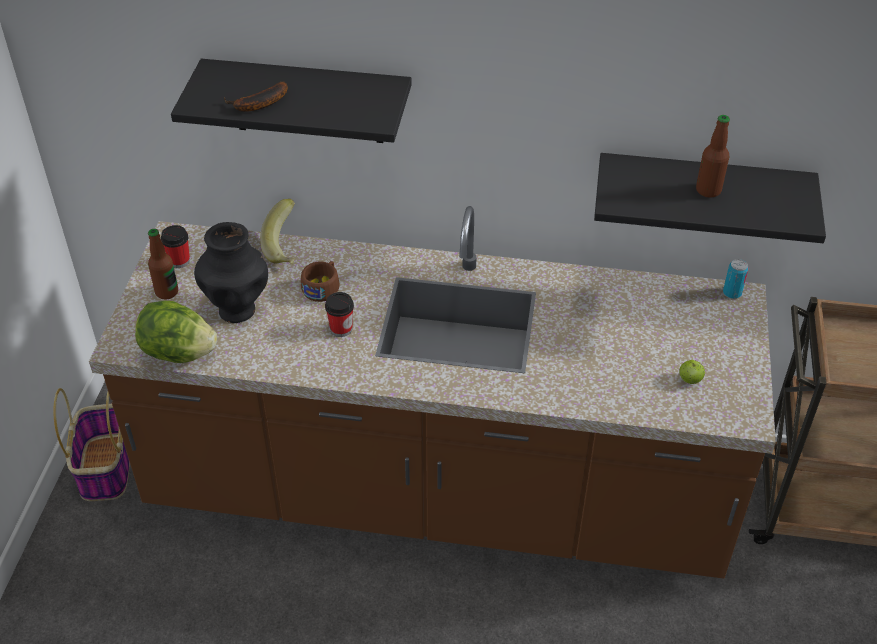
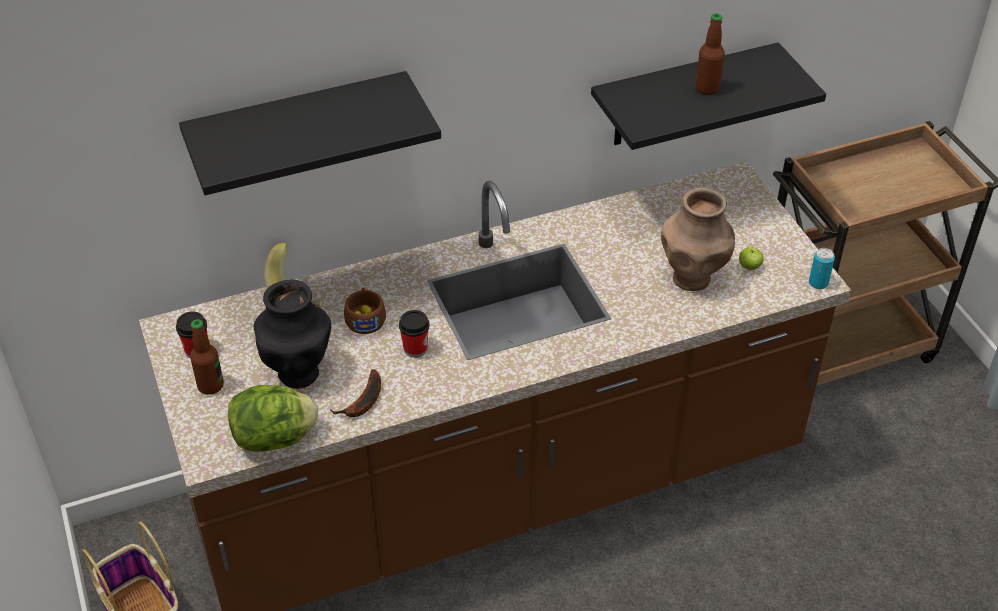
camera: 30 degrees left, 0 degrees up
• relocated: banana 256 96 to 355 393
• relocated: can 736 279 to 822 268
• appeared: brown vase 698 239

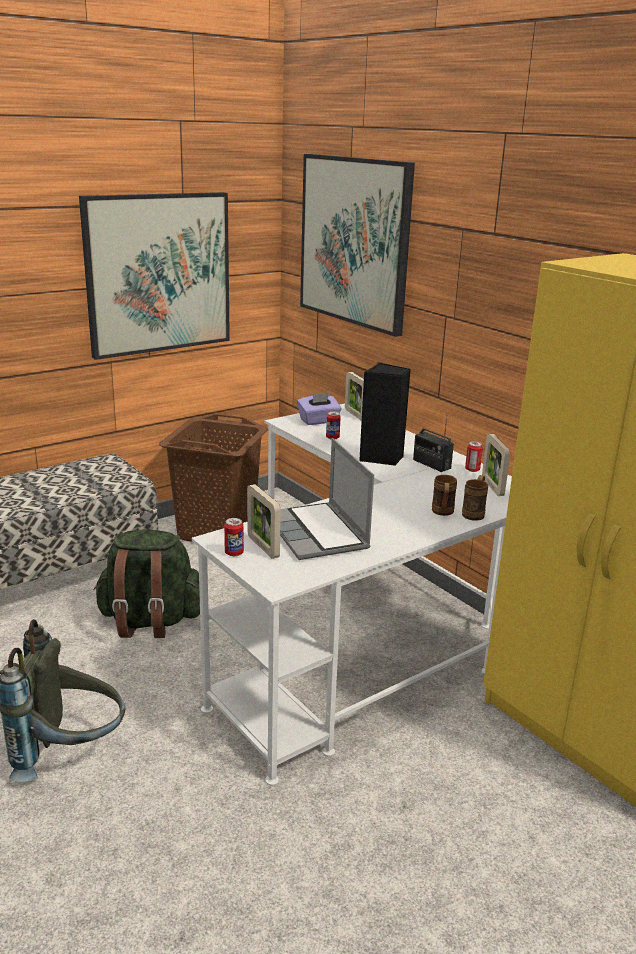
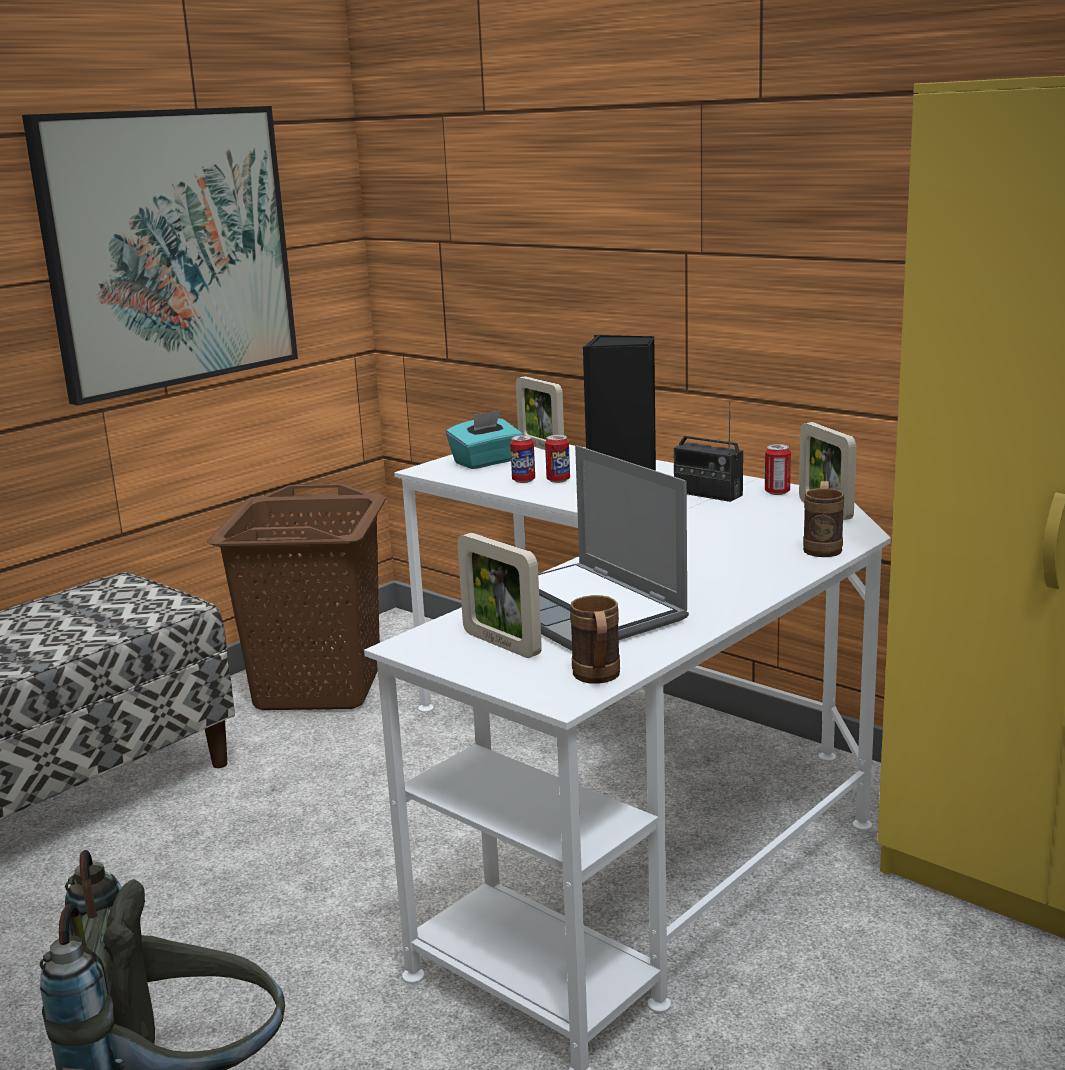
camera: 10 degrees left, 5 degrees down
• missing: green backpack 147 584
• relocated: can 234 537 to 557 459
• colour: purple tissue box 319 409 to turquoise tissue box 484 439
• missing: picture 357 245
• relocated: brown mug 444 495 to 595 639

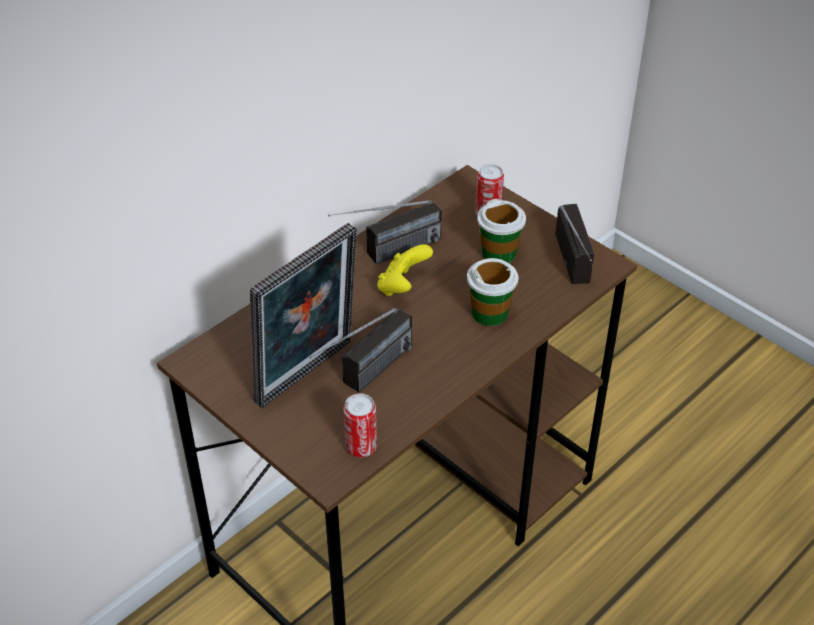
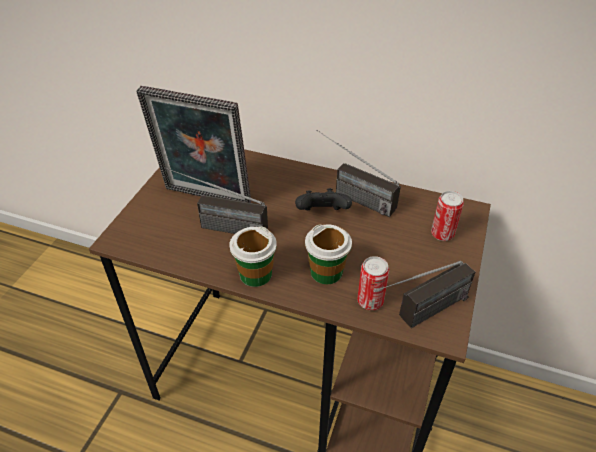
camera: 65 degrees right, 0 degrees up
• relocated: can 360 425 to 373 283
• colour: yellow game controller 405 270 to black game controller 323 199
• relocated: cup 501 231 to 253 257

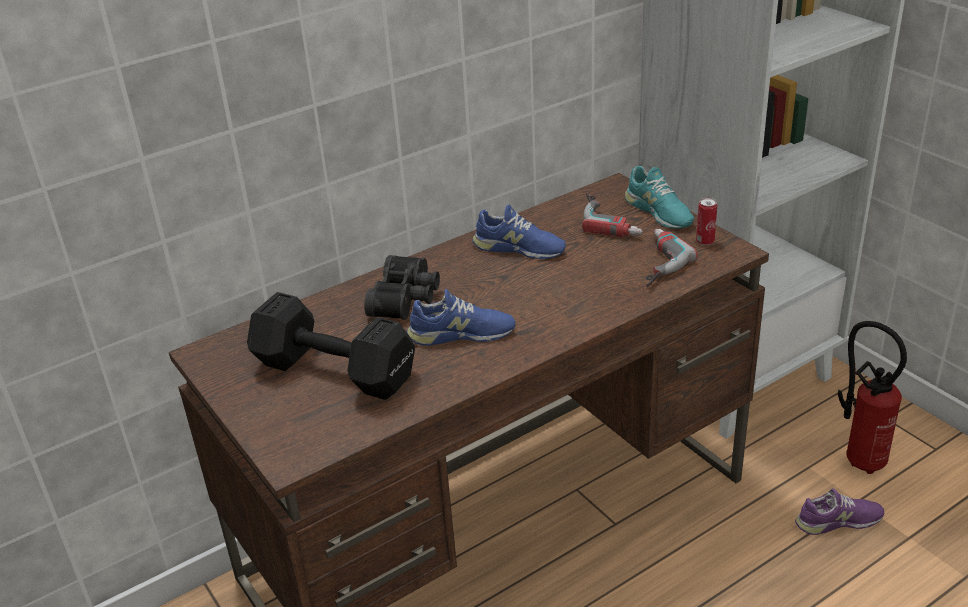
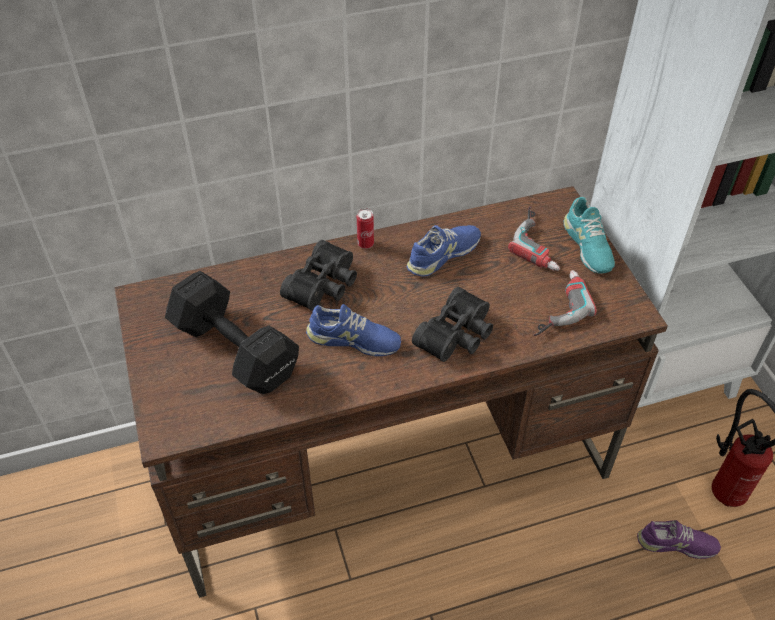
camera: 15 degrees right, 15 degrees up
• spun: blue shoe 519 231 = 444 251 75 degrees counterclockwise
• relocated: can 706 221 to 365 228
• appeared: black binoculars 452 324

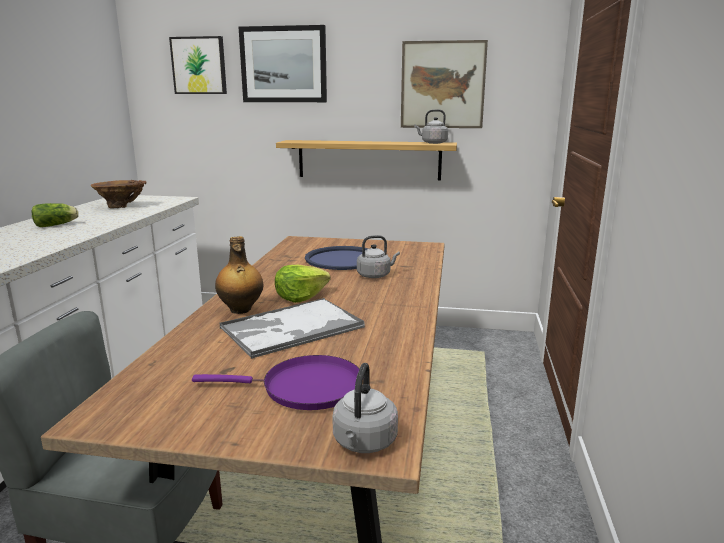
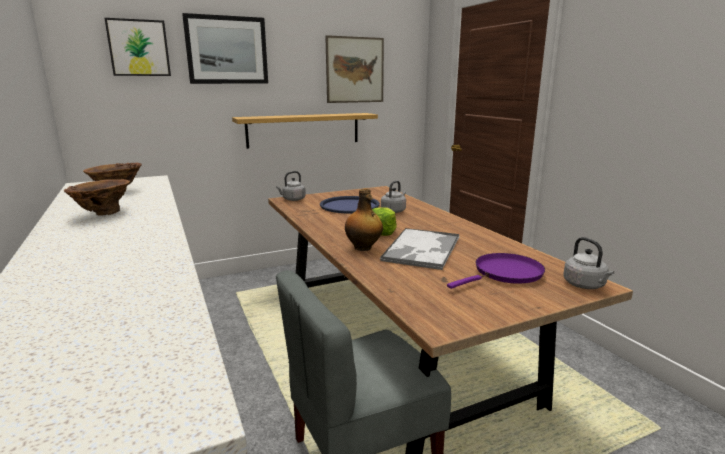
camera: 35 degrees left, 0 degrees up
• exchanged: lettuce 55 215 to brown vase 97 197
• relocated: grey kettle 431 126 to 291 186

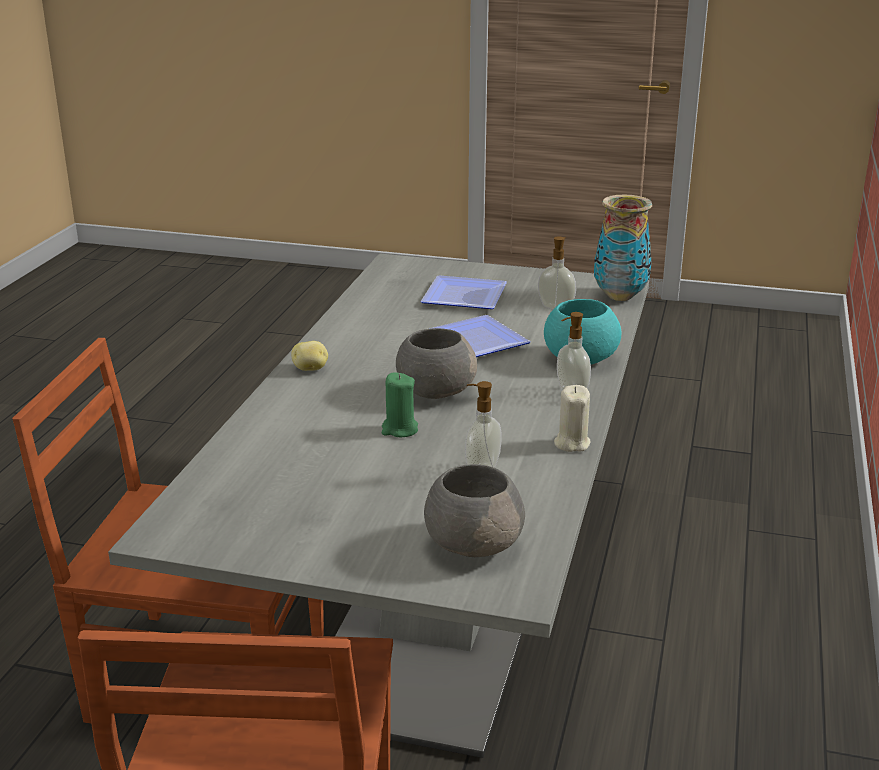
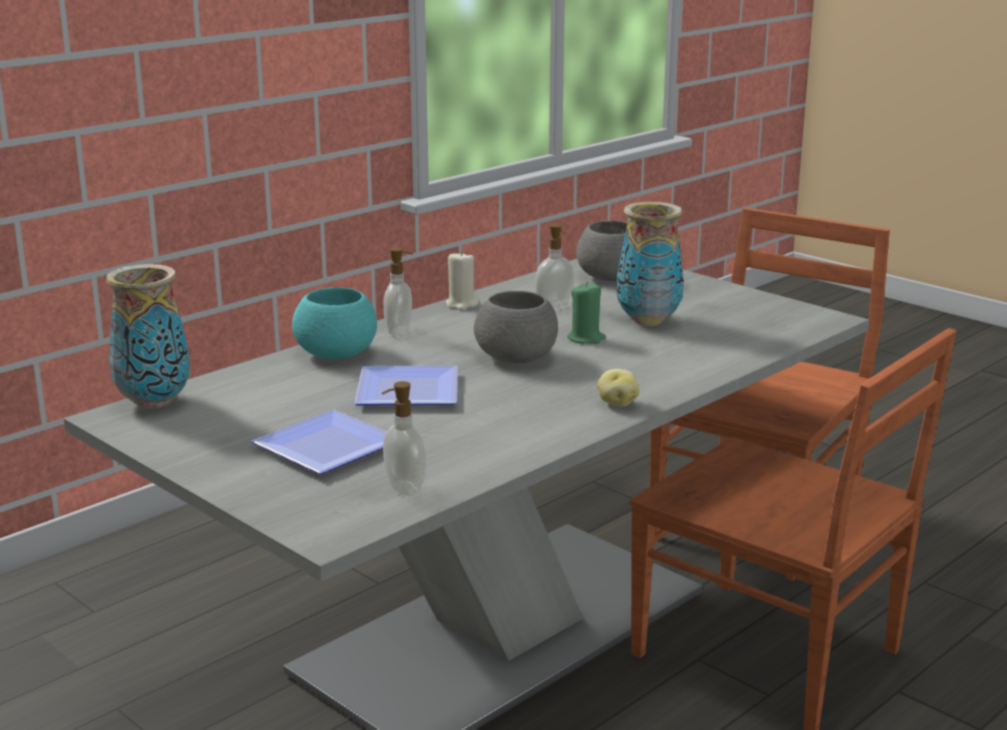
camera: 150 degrees left, 5 degrees down
• relocated: soap dispenser 557 273 to 404 438
• appeared: vase 650 264

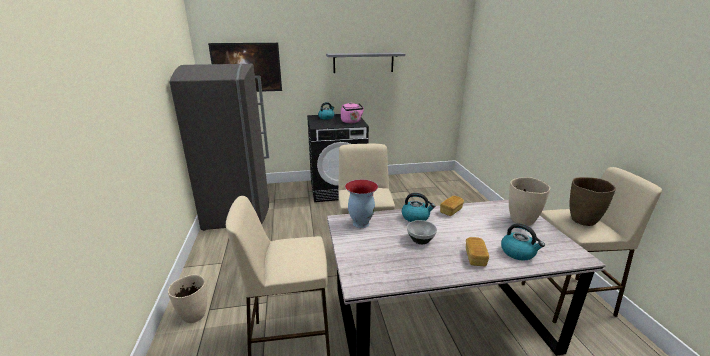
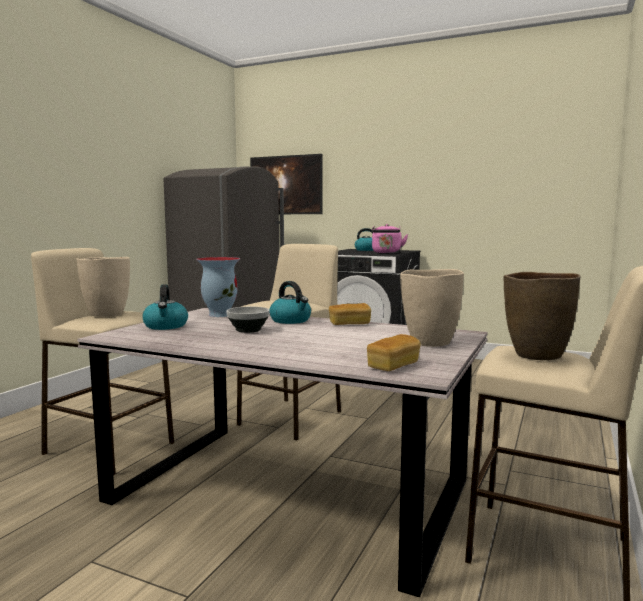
camera: 35 degrees right, 15 degrees down
• relocated: beige vase 187 298 to 103 287
• missing: grey shelf 365 63
• relocated: bread 477 251 to 394 352
• relocated: kettle 523 242 to 165 307

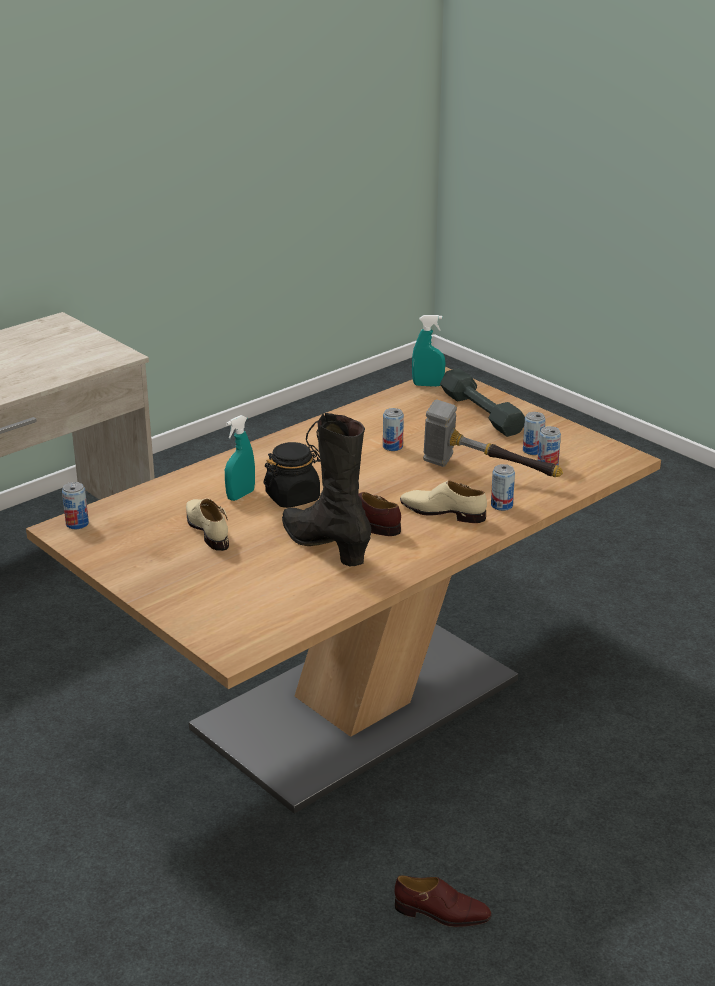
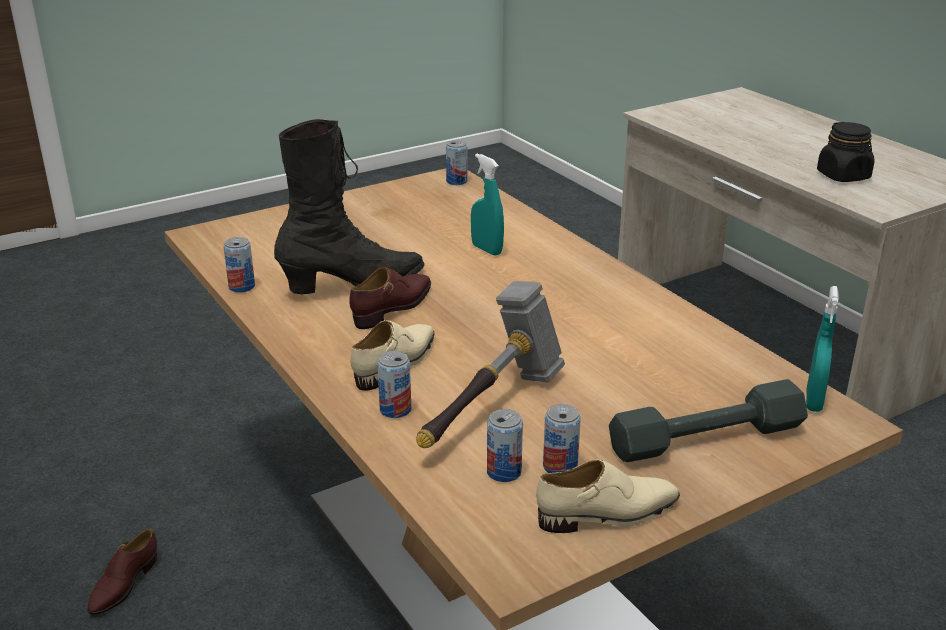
camera: 100 degrees right, 0 degrees up
• relocated: beige shoe 207 524 to 608 496
• relocated: black jar 291 475 to 845 152
• relocated: can 393 429 to 239 265

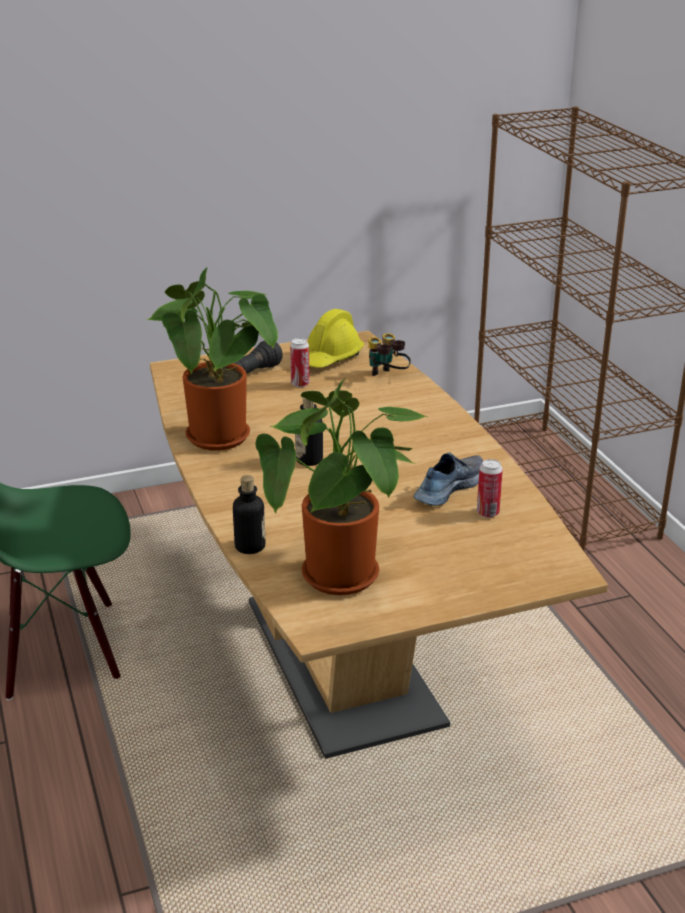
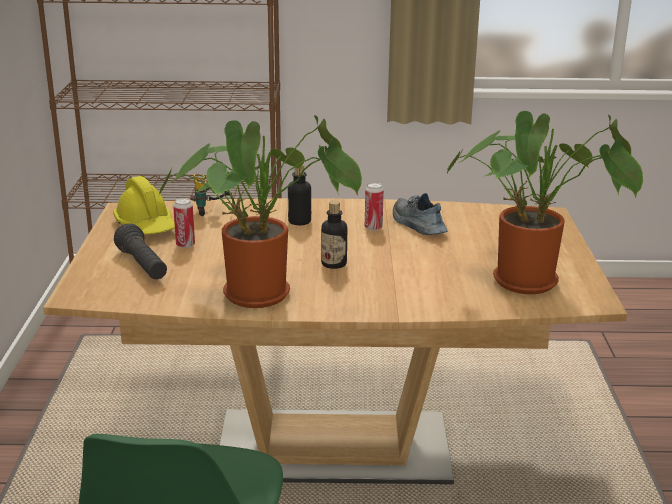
camera: 70 degrees left, 5 degrees down
• relocated: bottle 249 514 to 299 194
• relocated: can 490 488 to 374 207

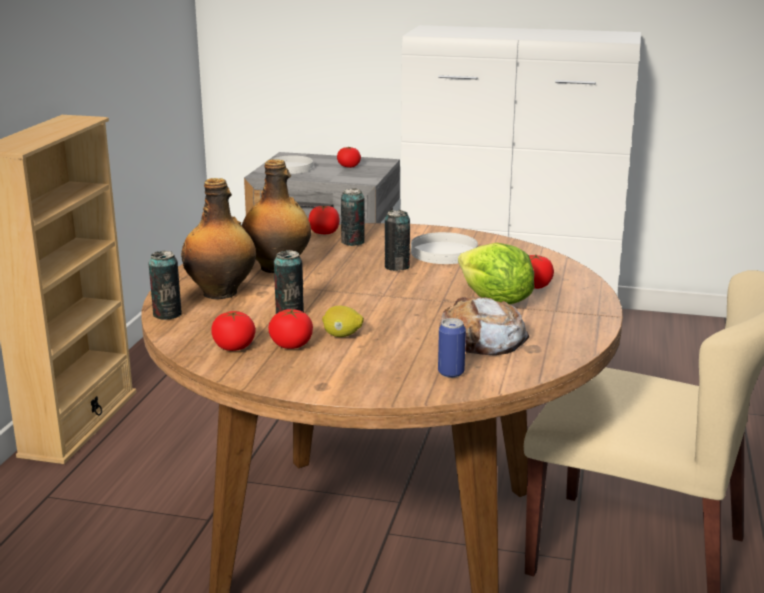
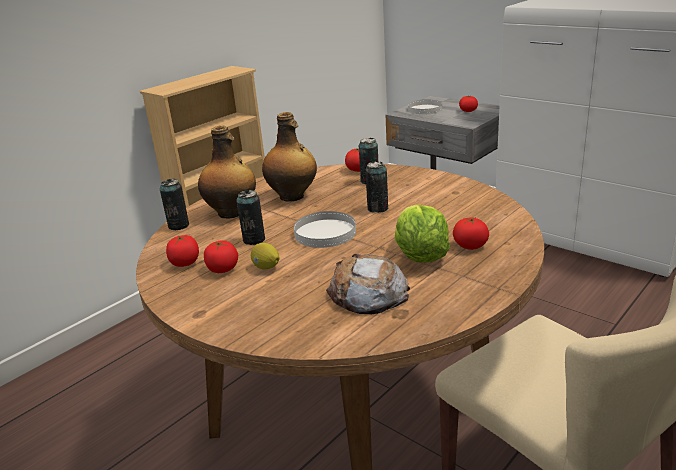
camera: 30 degrees right, 5 degrees up
• relocated: white plate 444 248 to 325 229
• missing: can 452 348

